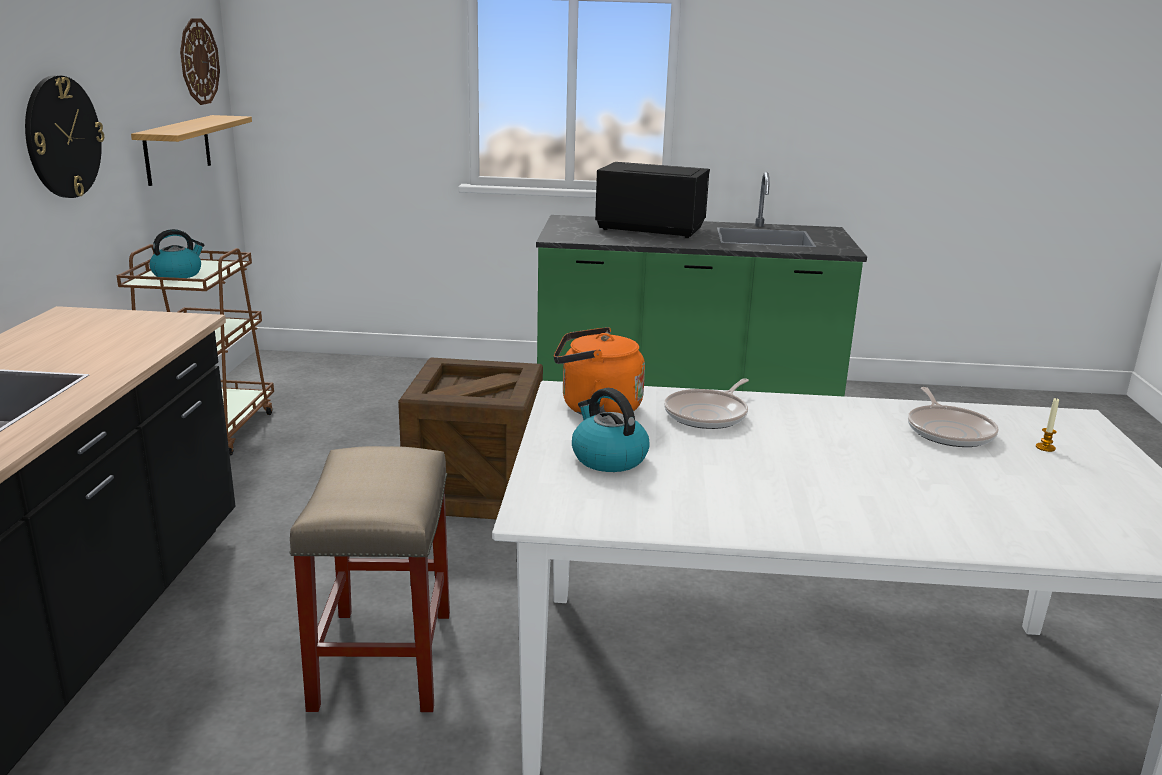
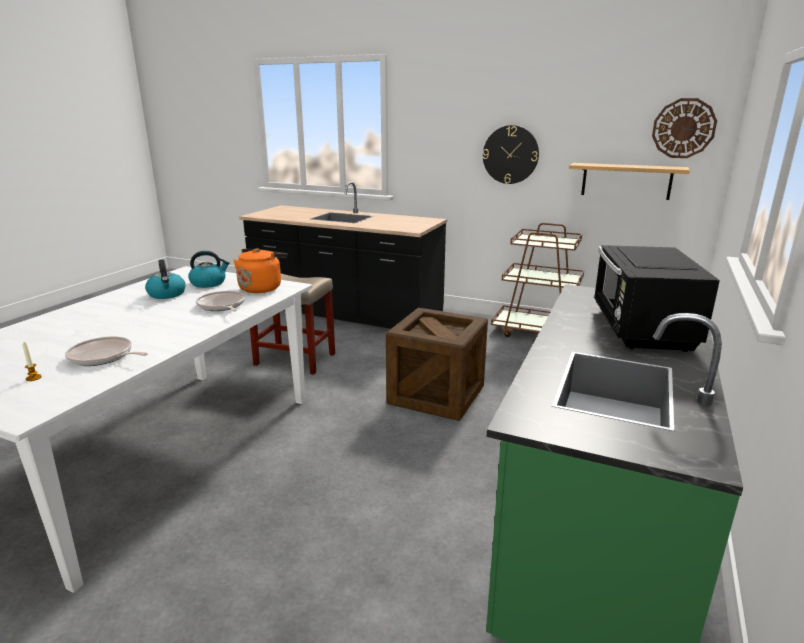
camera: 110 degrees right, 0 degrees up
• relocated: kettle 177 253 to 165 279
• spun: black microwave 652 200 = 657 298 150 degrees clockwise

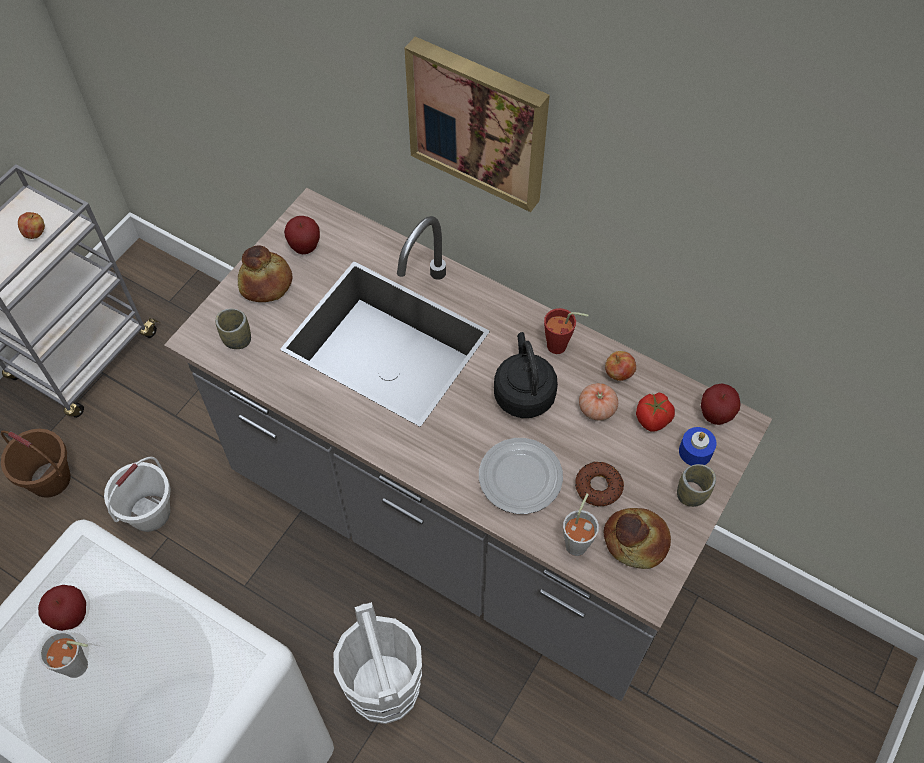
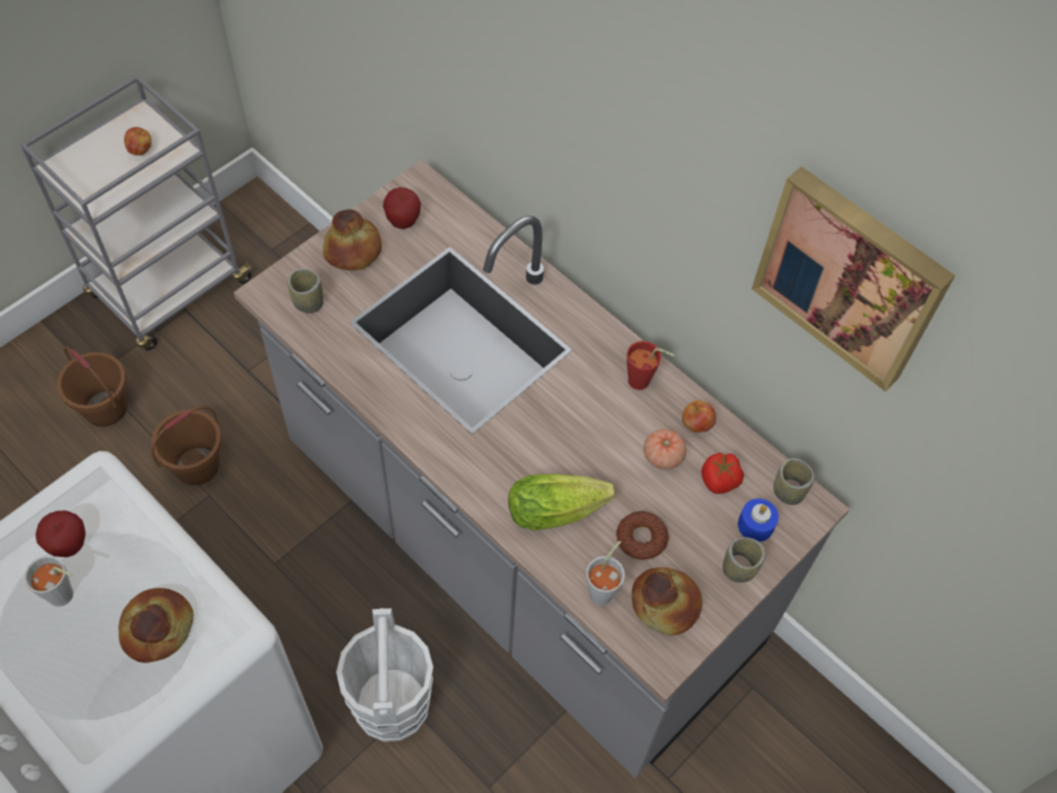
camera: 10 degrees right, 0 degrees up
• colour: white bucket 137 494 to brown bucket 186 445
• relocated: picture 477 124 to 853 279
• exchanged: plate 521 476 to lettuce 561 502
• missing: black kettle 526 375
• exchanged: apple 721 404 to cup 793 481
• appeared: bread 156 625

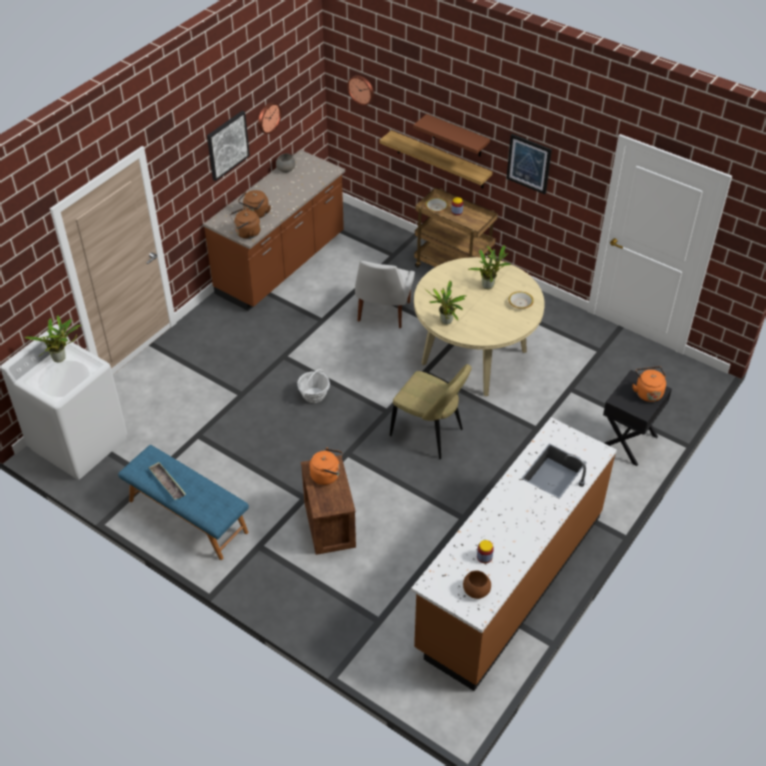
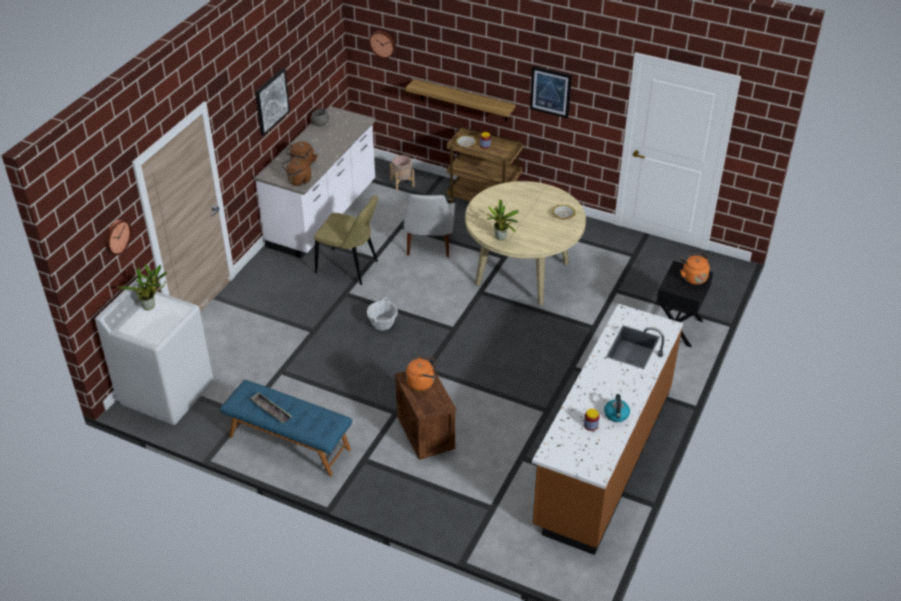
camera: 10 degrees left, 5 degrees down
• colour: brown counter 274 230 to white counter 315 182
• relocated: wall clock 270 118 to 118 237
• relocated: beige chair 431 411 to 346 240
• missing: brown shelf 451 135
• missing: brown bowl 477 584
• missing: potted plant 489 267
• appeared: beige planter 402 173
• appeared: kettle 617 408

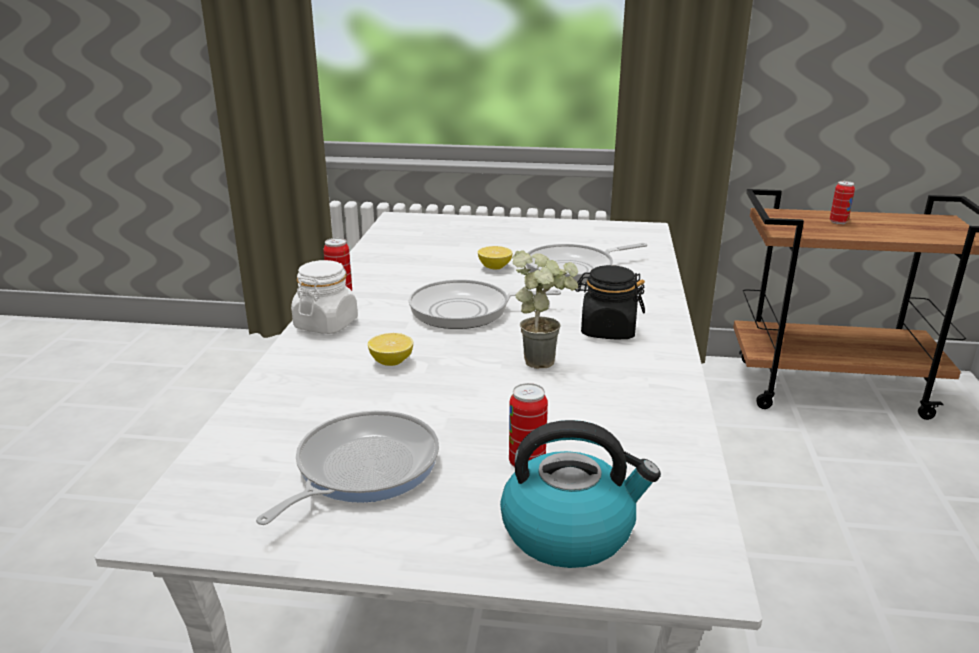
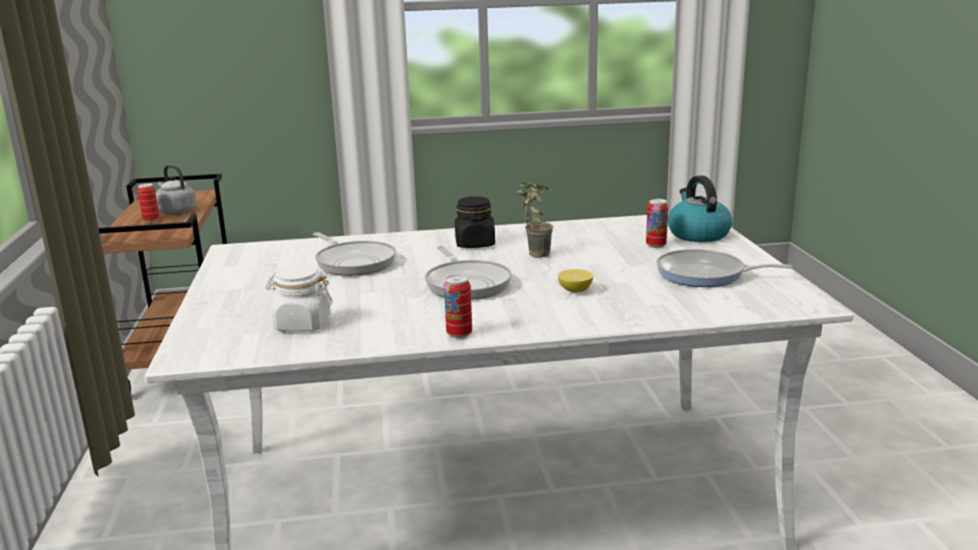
camera: 105 degrees left, 5 degrees down
• relocated: white jar 324 297 to 299 298
• missing: lemon 495 257
• appeared: grey kettle 176 189

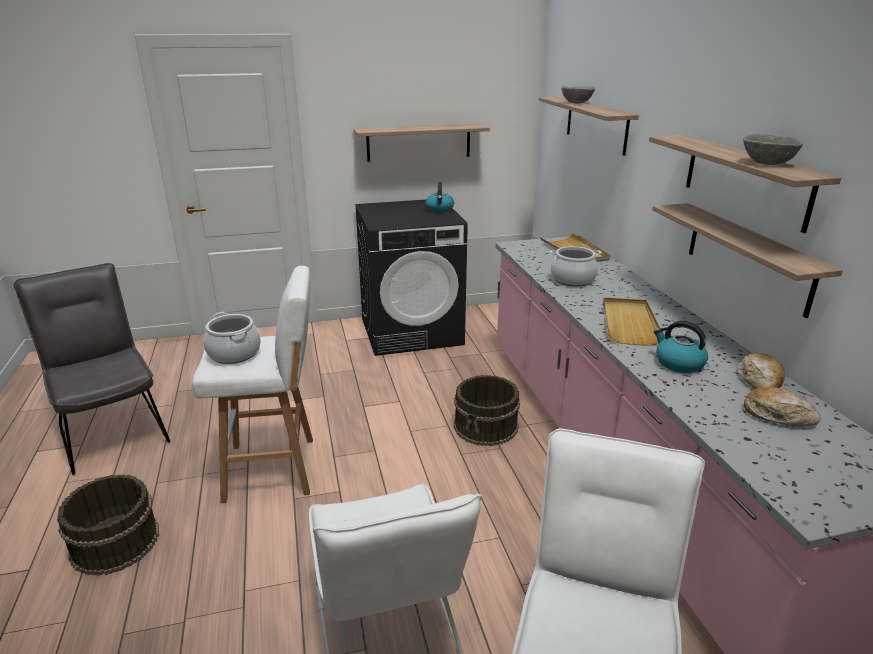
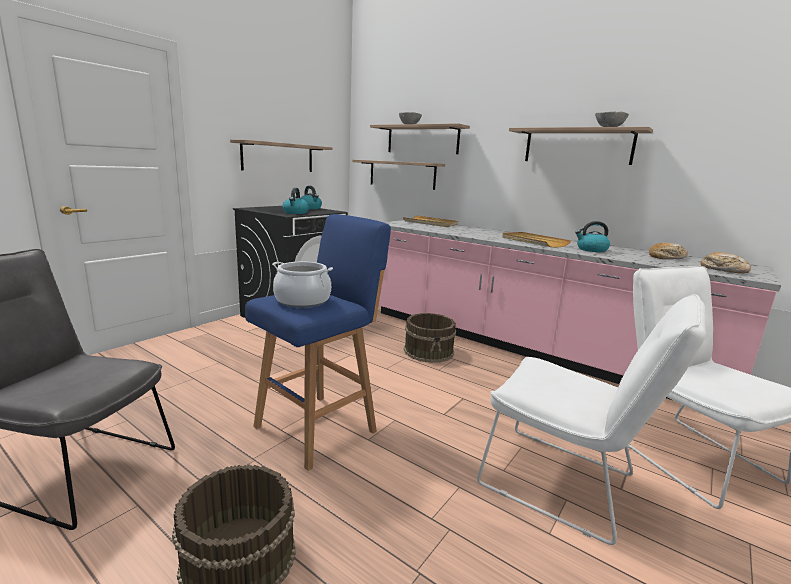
camera: 40 degrees left, 10 degrees down
• colour: white stool 252 384 to blue stool 318 342
• missing: cooking pot 576 266
• relocated: shelf 747 260 to 398 175
• relocated: bread 761 371 to 726 262
• appeared: kettle 295 201

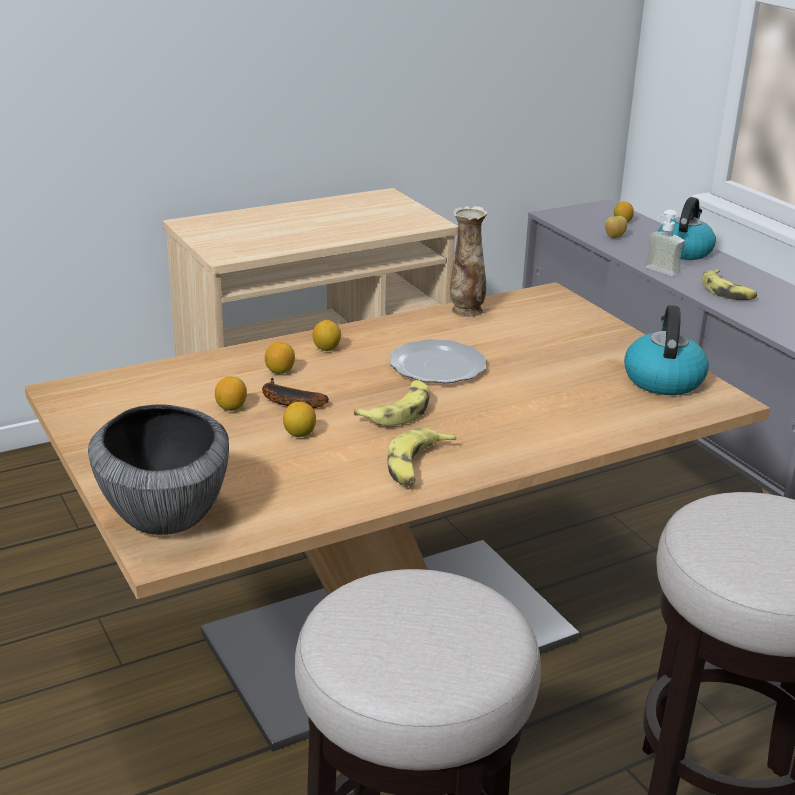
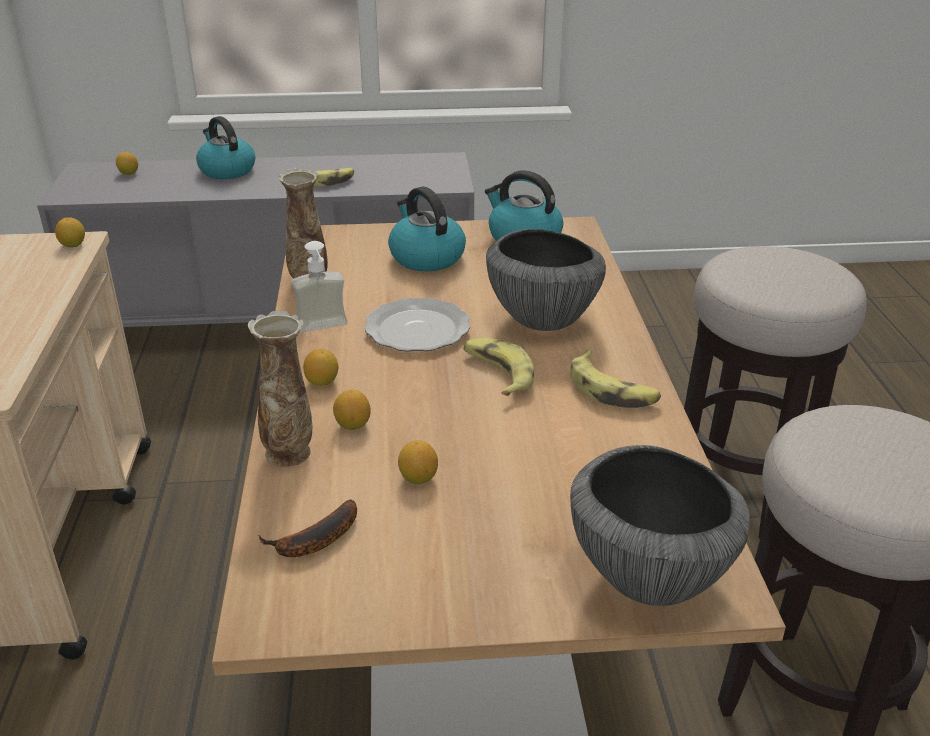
camera: 65 degrees left, 5 degrees up
• relocated: banana 295 393 to 307 528
• relocated: lemon 299 419 to 70 232
• missing: apple 616 227
• relocated: soap dispenser 665 243 to 319 287
• appeared: vase 280 389
• appeared: kettle 427 228
• appeared: bowl 546 280

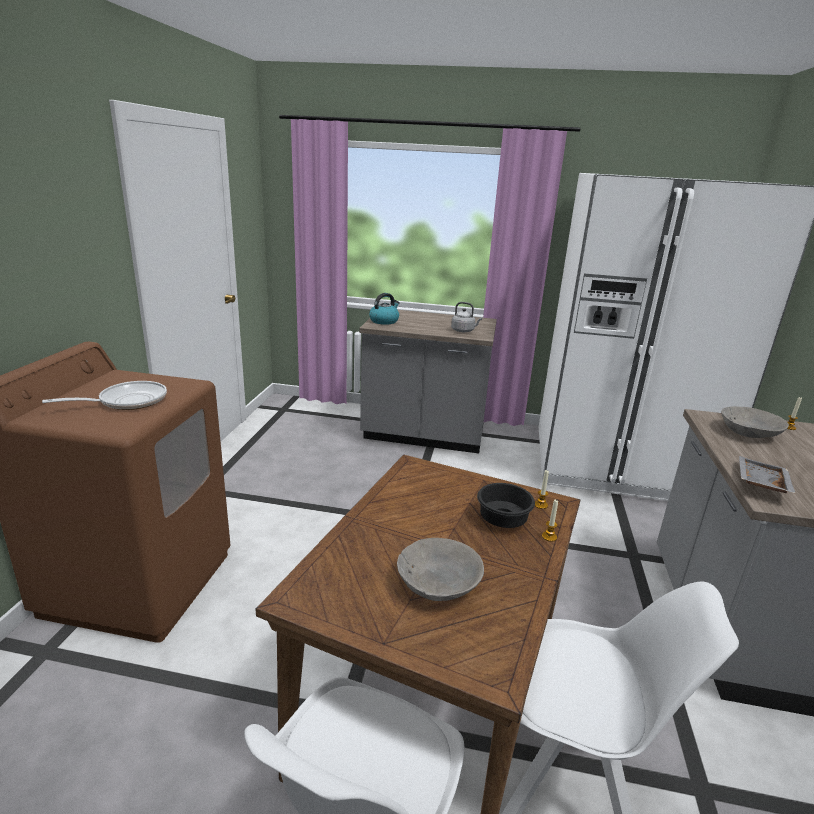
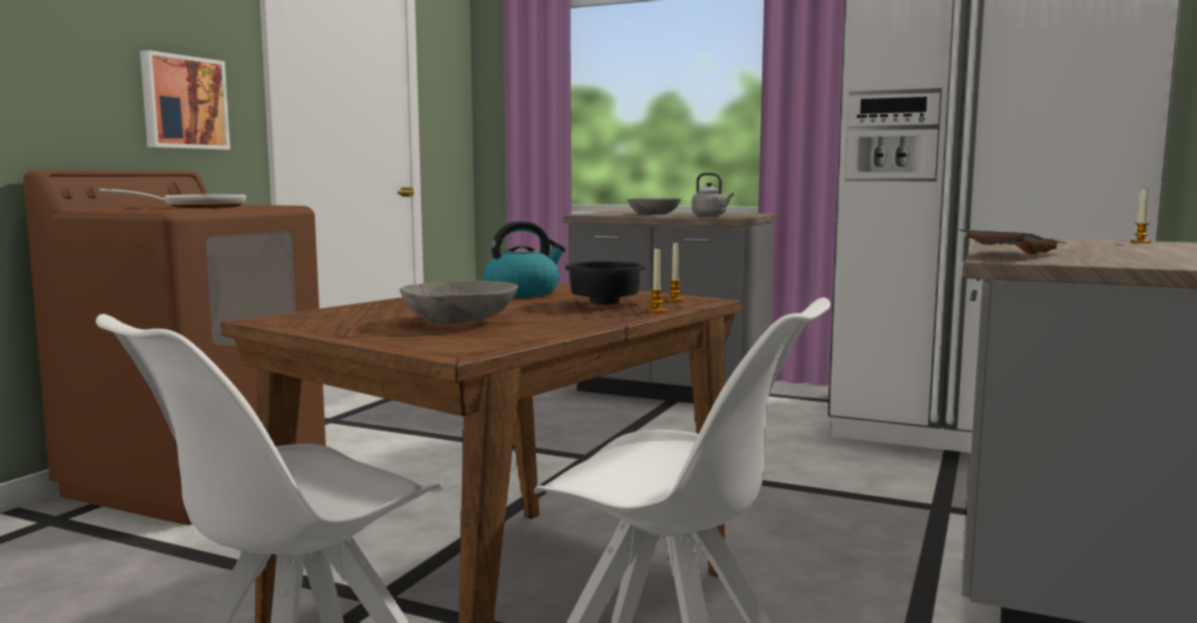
camera: 15 degrees right, 15 degrees down
• relocated: kettle 384 309 to 524 259
• relocated: grey bowl 755 422 to 654 206
• appeared: picture 185 100

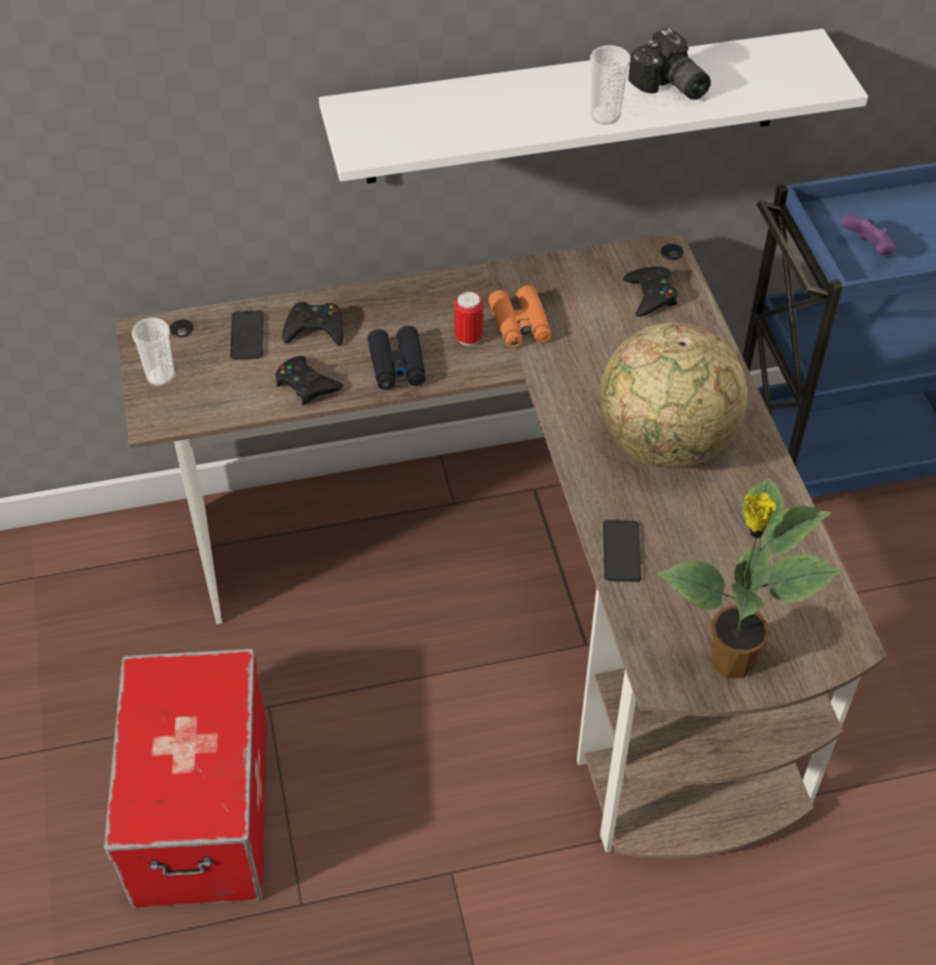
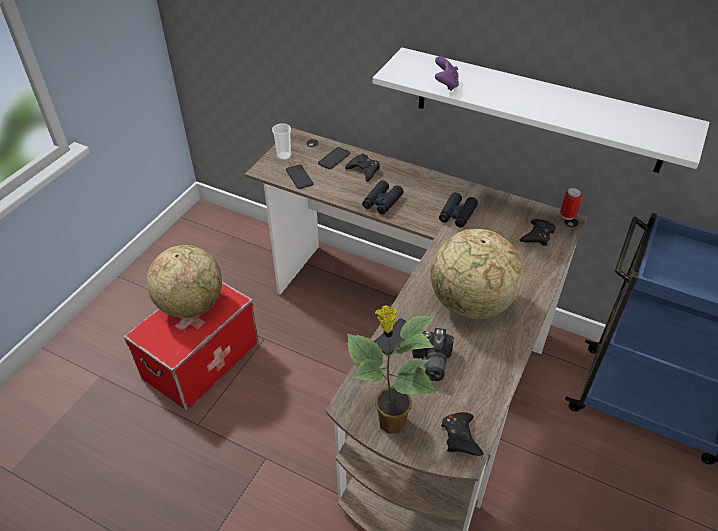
camera: 40 degrees right, 5 degrees down
• relocated: black game controller 309 381 to 462 434
• relocated: can 468 318 to 571 204
• colour: orange binoculars 520 316 to black binoculars 458 210
• missing: cup 610 84
• relocated: photo camera 669 63 to 433 354
• relocated: purple game controller 868 235 to 447 73
• appeared: globe 184 281
• appeared: phone 299 177

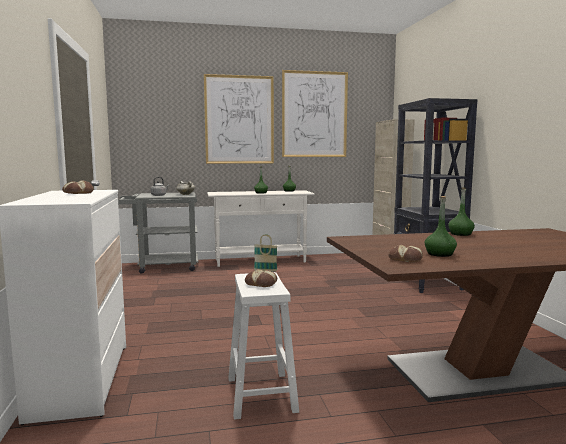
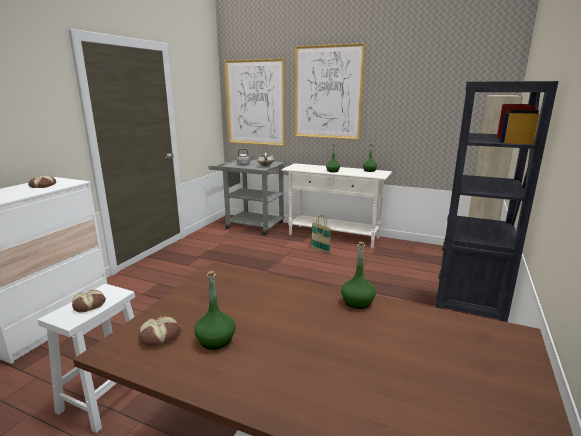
camera: 35 degrees right, 10 degrees up
• relocated: picture 315 113 to 255 102

